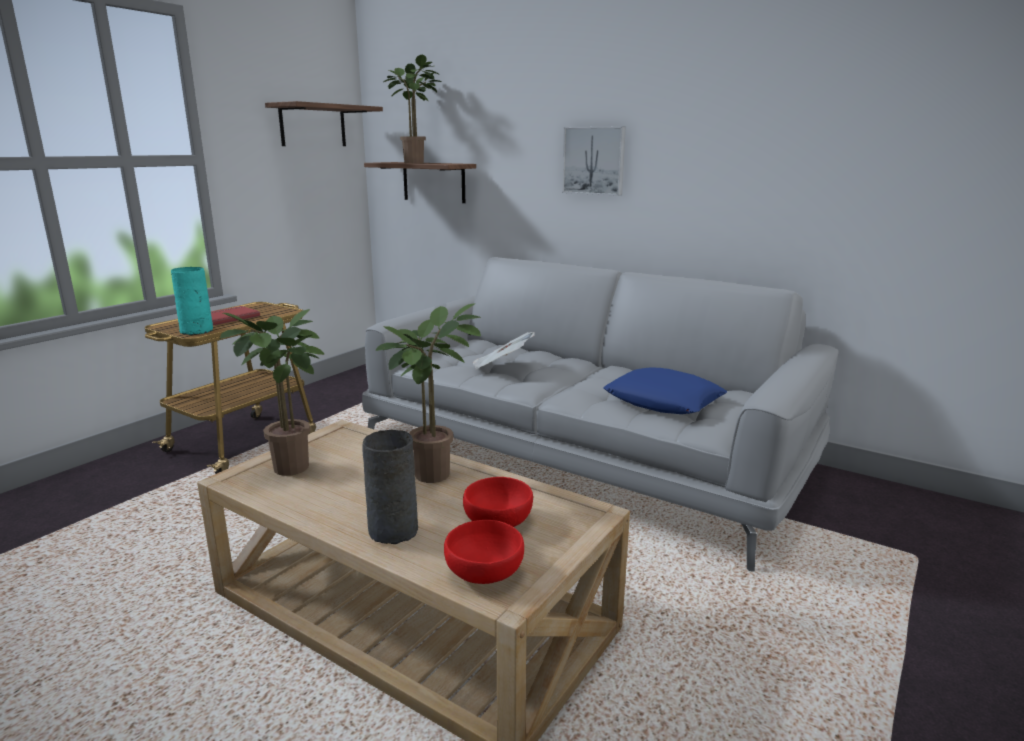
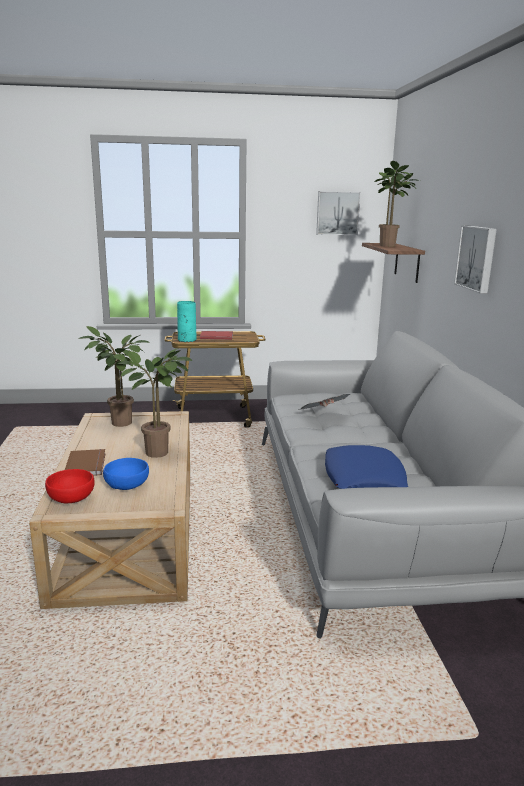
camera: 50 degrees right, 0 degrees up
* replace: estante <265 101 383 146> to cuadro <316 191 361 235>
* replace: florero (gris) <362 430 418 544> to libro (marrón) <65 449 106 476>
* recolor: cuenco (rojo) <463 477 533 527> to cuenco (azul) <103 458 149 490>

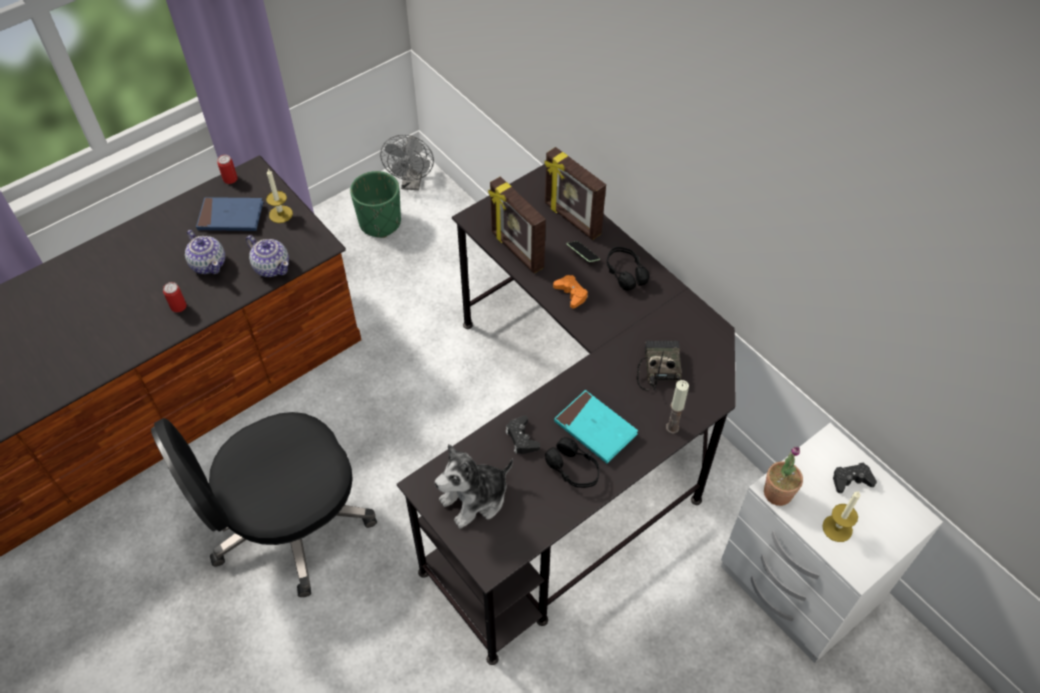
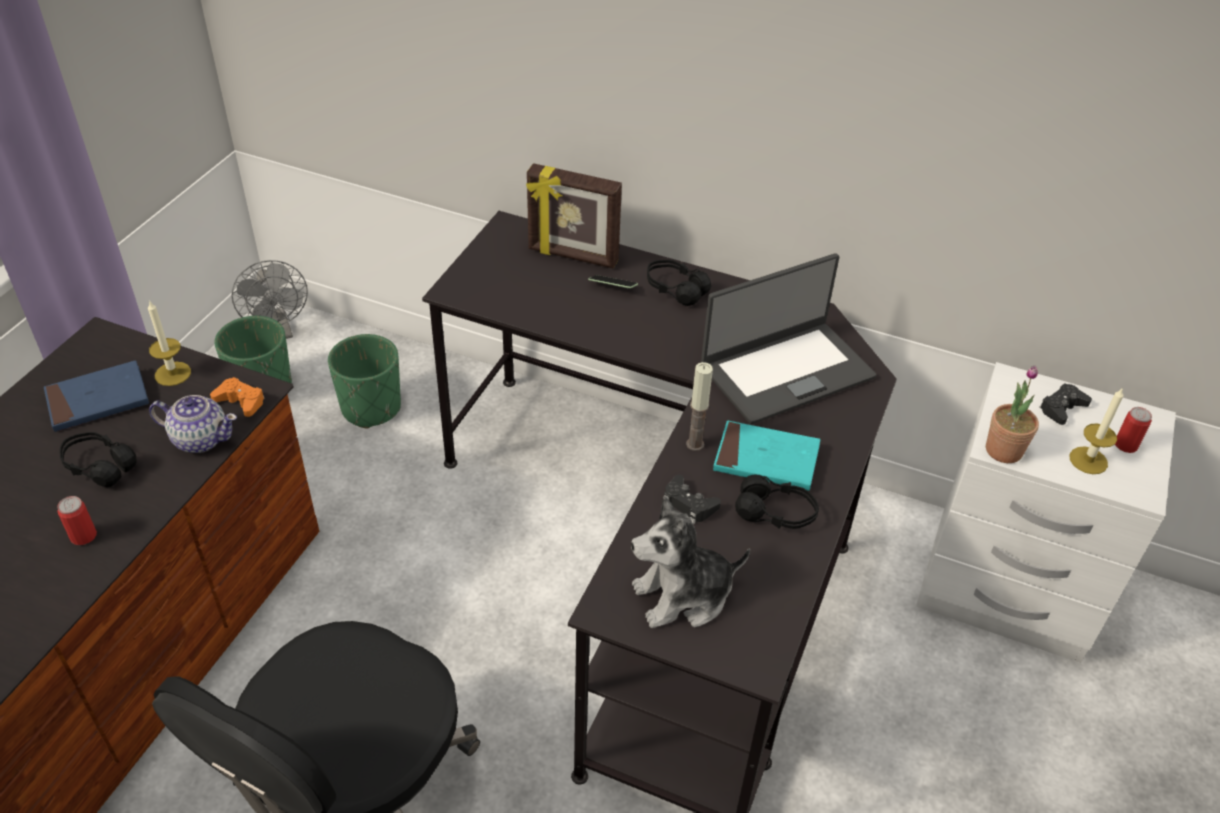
camera: 30 degrees left, 10 degrees down
* move: lata <217 155 238 184> to <1115 407 1152 453>
* delete: portarretratos <488 176 546 273>
* replace: tetera <185 230 225 274> to auriculares (negro) <59 432 137 487>
* move: mando de consola (naranja) <553 275 588 309> to <210 377 265 417>
* replace: radio <637 341 682 391> to portátil <701 254 876 424>
* move: vela <666 380 689 434> to <686 362 713 451>
* rotate: peluche <435 444 513 529> = <631 496 751 628> 45 degrees clockwise
* insert: maceta (verde) <328 334 401 429>

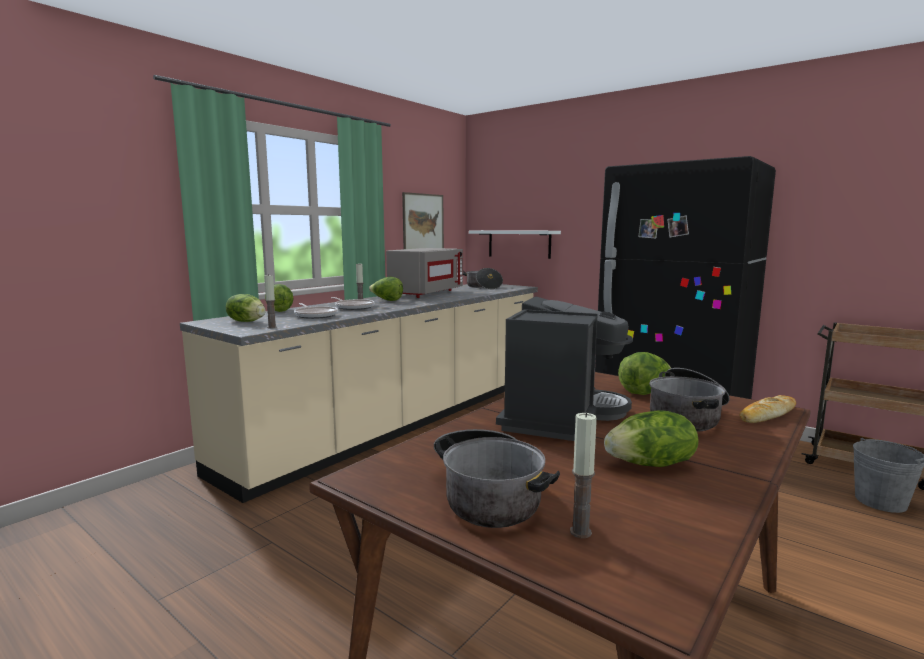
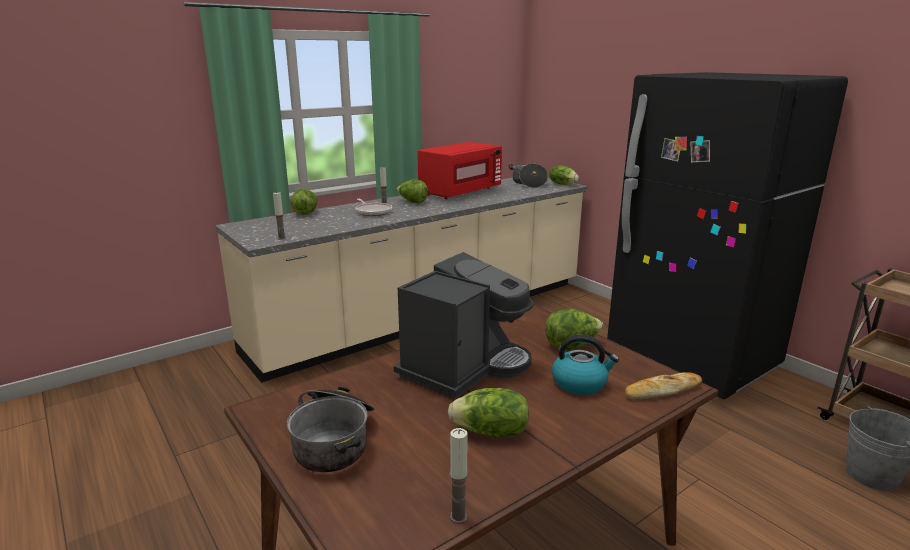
camera: 15 degrees right, 10 degrees up
* delete: cuadro <402 192 444 249>
* delete: estante (blanco) <469 230 561 259>
* recolor: microondas (gris) <386 248 463 298> to microondas (rojo) <417 142 502 199>
* move: lechuga <226 294 265 322> to <549 165 579 185>
* delete: sartén <294 303 338 319>
* replace: olla <649 368 730 432> to hervidor <552 335 619 395>
* move: vela <570 412 597 538> to <450 428 468 524>

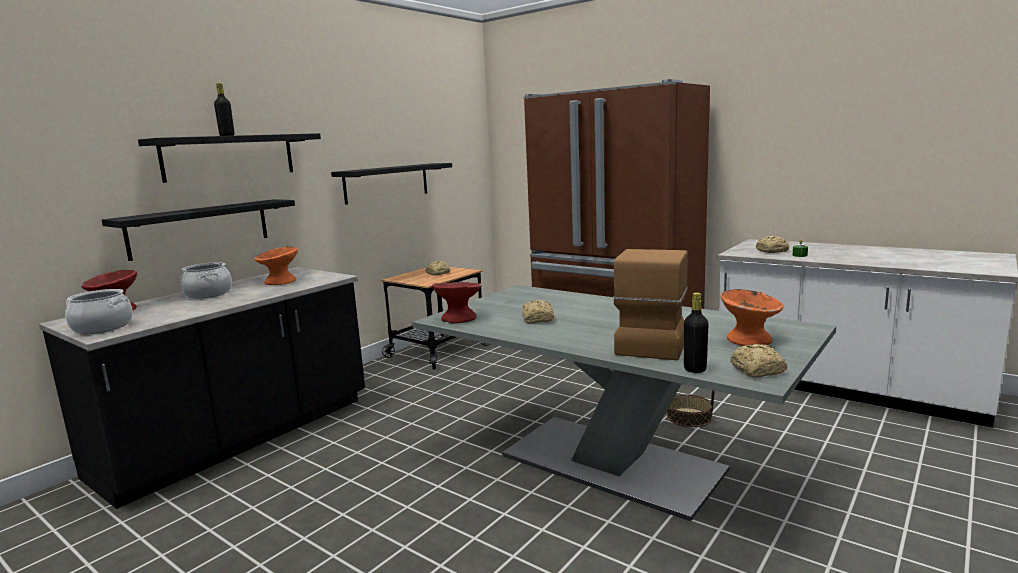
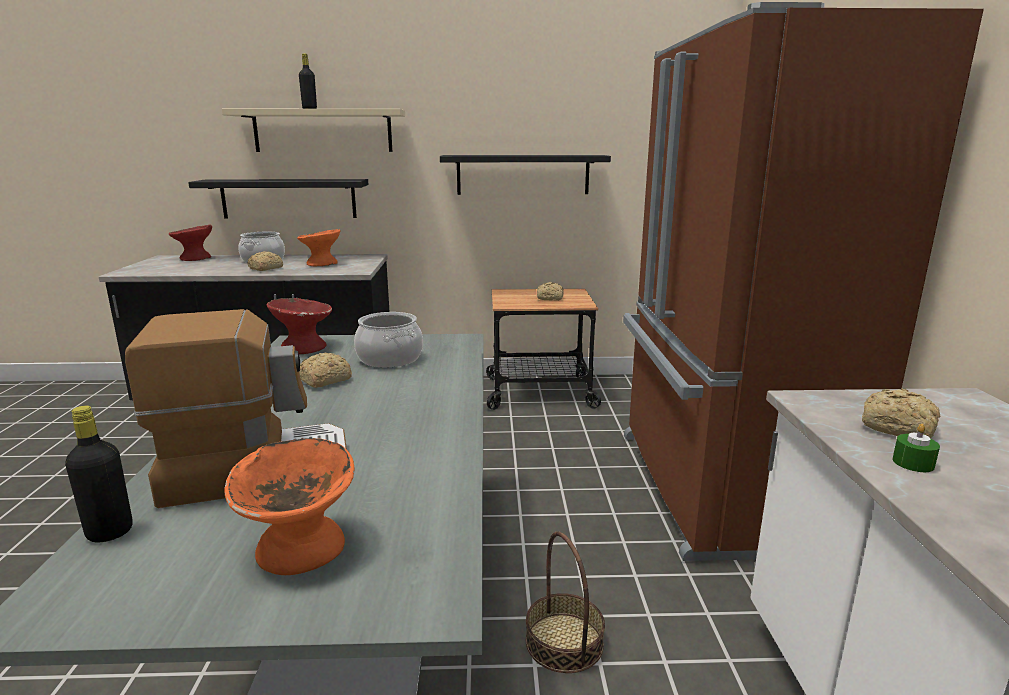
camera: 50 degrees right, 5 degrees up
* recolor: estante (negro) <138 133 321 183> to estante (beis) <222 109 405 152>
* move: olla <65 289 133 334> to <354 312 423 368>
* move: pan <730 344 787 377> to <247 251 283 271>

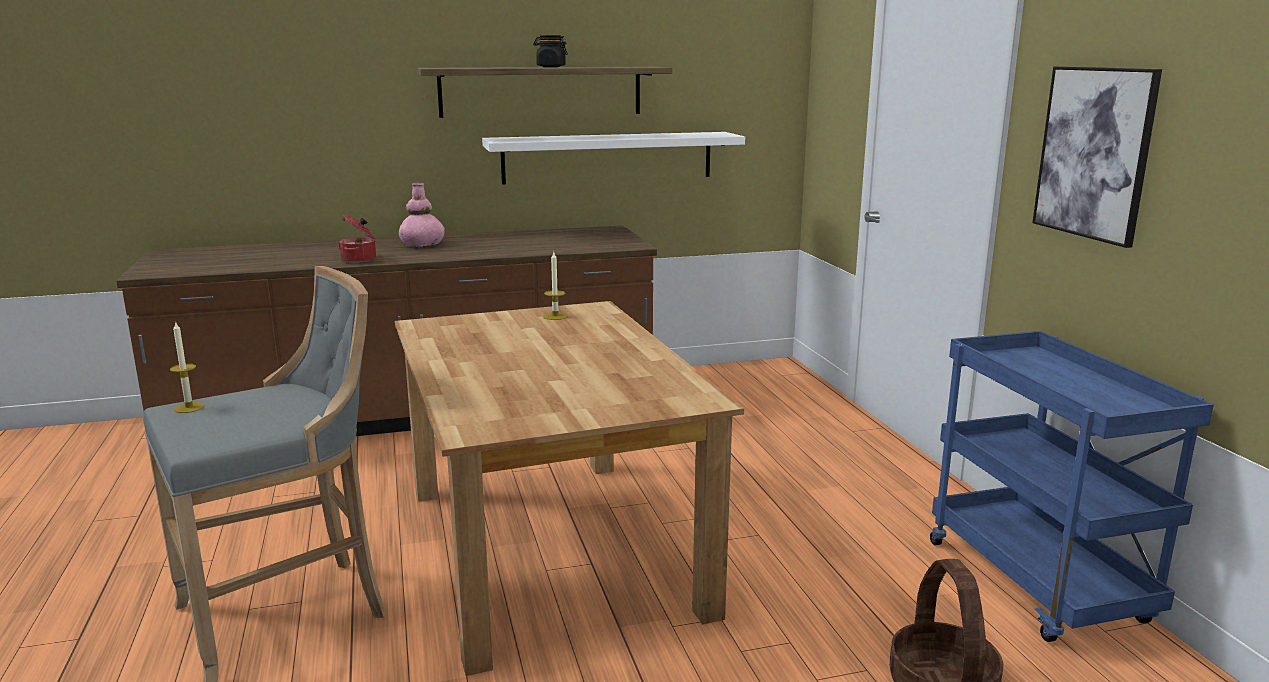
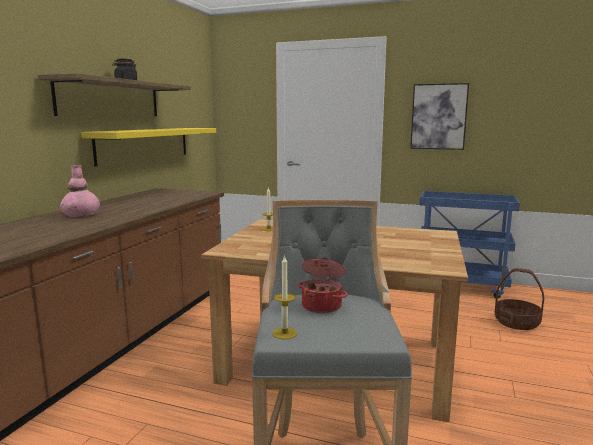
camera: 55 degrees left, 5 degrees down
* recolor: estante (blanco) <482 132 745 184> to estante (amarillo) <81 128 216 167>
* move: olla <338 215 376 263> to <298 258 348 313>

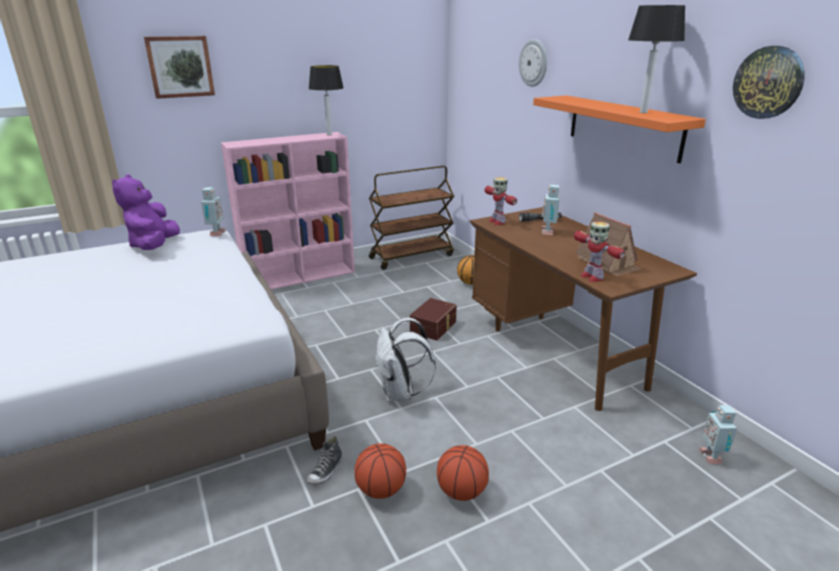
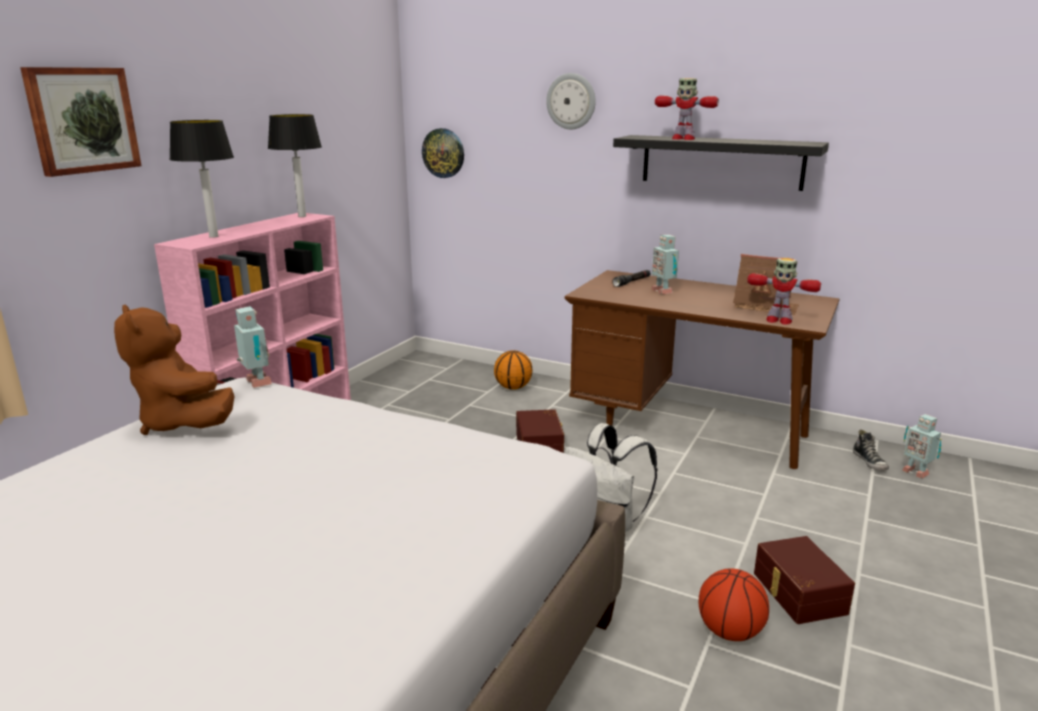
camera: 35 degrees left, 5 degrees down
* move: lámpara de mesa <628 5 686 113> to <169 120 234 238>
* move: reloj de pared <733 46 805 119> to <422 128 464 178>
* recolor: estante (naranja) <533 95 706 163> to estante (negro) <613 135 829 191>
* delete: carrito (marrón) <369 166 454 270>
* recolor: peluche (morado) <112 175 180 250> to peluche (marrón) <114 304 235 435>
* move: robot de juguete <485 177 517 225> to <655 78 719 140>
* move: zapato <307 436 343 486> to <853 430 889 471>
* replace: balón de baloncesto <437 445 489 501> to caja de almacenaje (marrón) <754 536 855 624>

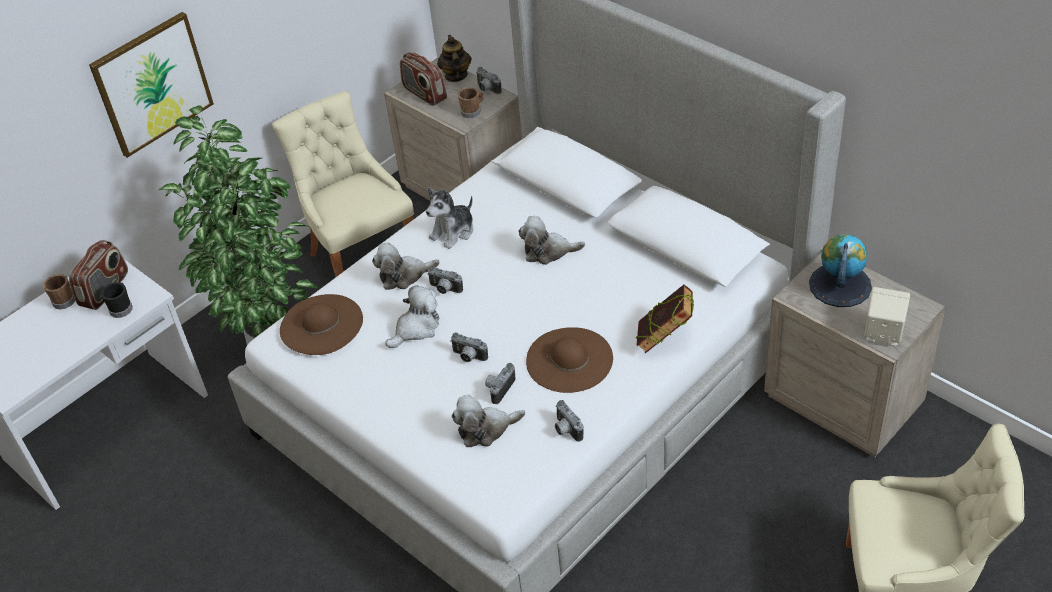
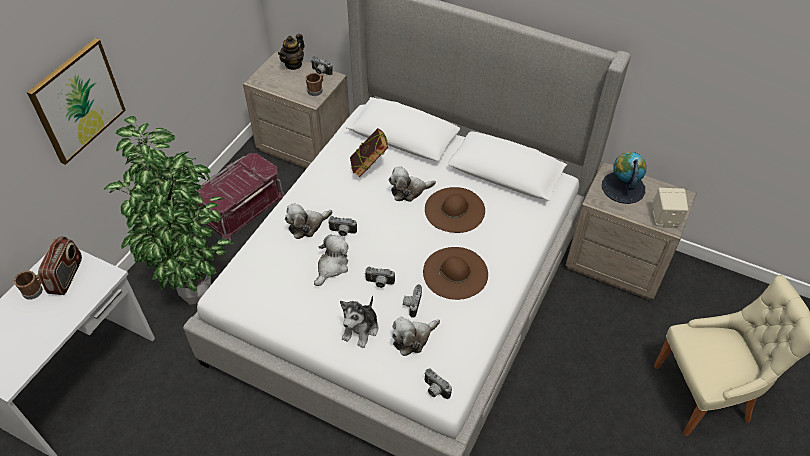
camera: 20 degrees left, 5 degrees up
* rotate: tetera <437 35 471 82> = <278 34 305 70> 120 degrees counterclockwise
* delete: radio <400 52 447 106>
* replace: silla (beis) <272 91 414 277> to caja de almacenaje (rojo) <196 153 285 241>
* move: peluche <426 187 473 249> to <340 296 379 348>
* delete: taza grande (negro) <101 282 133 318>
* move: libro <636 284 694 353> to <350 128 388 178>
* move: sombrero (marrón) <280 294 363 355> to <425 187 485 233>
* move: cámara <555 400 583 442> to <424 368 452 399>

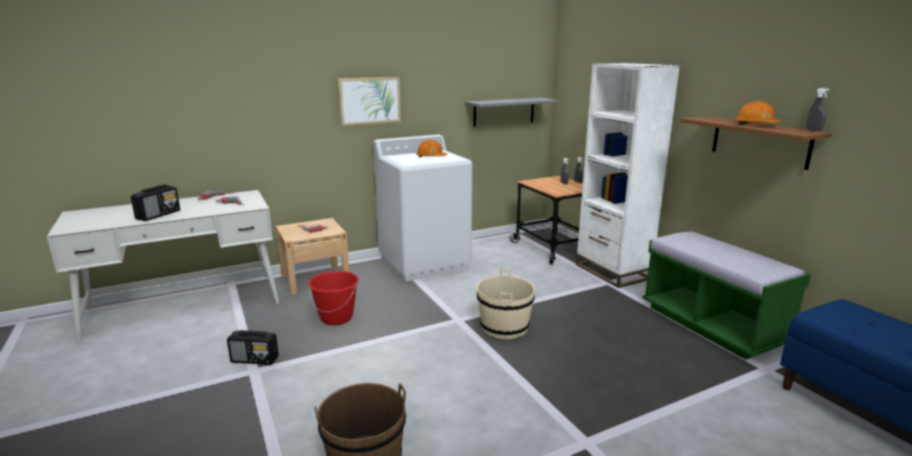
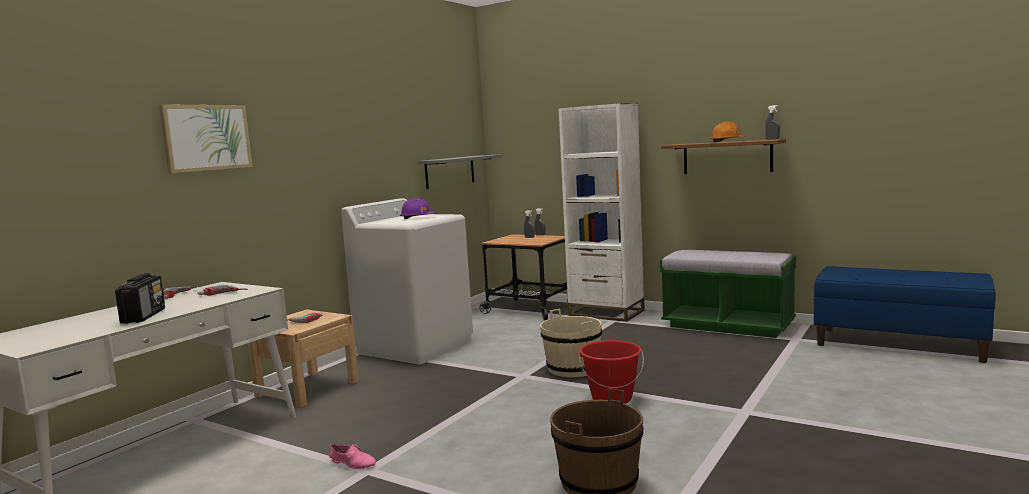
camera: 30 degrees left, 10 degrees down
* move: cuadro <337 77 401 126> to <159 104 253 173>
* recolor: casco (naranja) <416 140 447 157> to casco (morado) <400 198 436 219>
* move: cubo (rojo) <308 271 359 325> to <579 340 644 404>
* replace: radio <227 330 279 365> to zapato (rosa) <329 444 376 469>

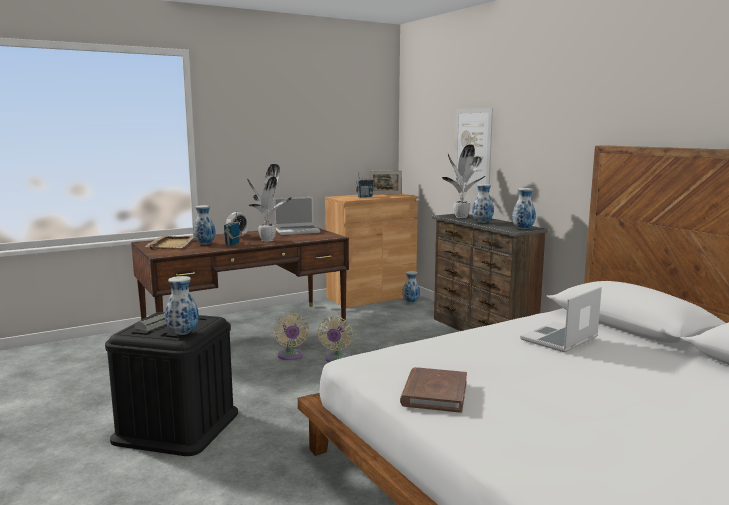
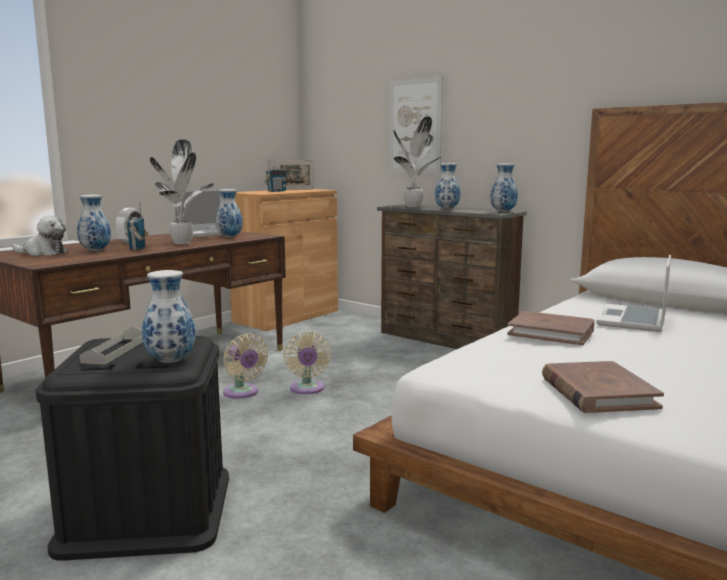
camera: 20 degrees left, 0 degrees up
* replace: bandeja (beis) <145 236 194 249> to peluche <12 215 68 256>
* move: florero <402 271 420 303> to <215 189 243 237>
* insert: libro (marrón) <507 311 594 345>

